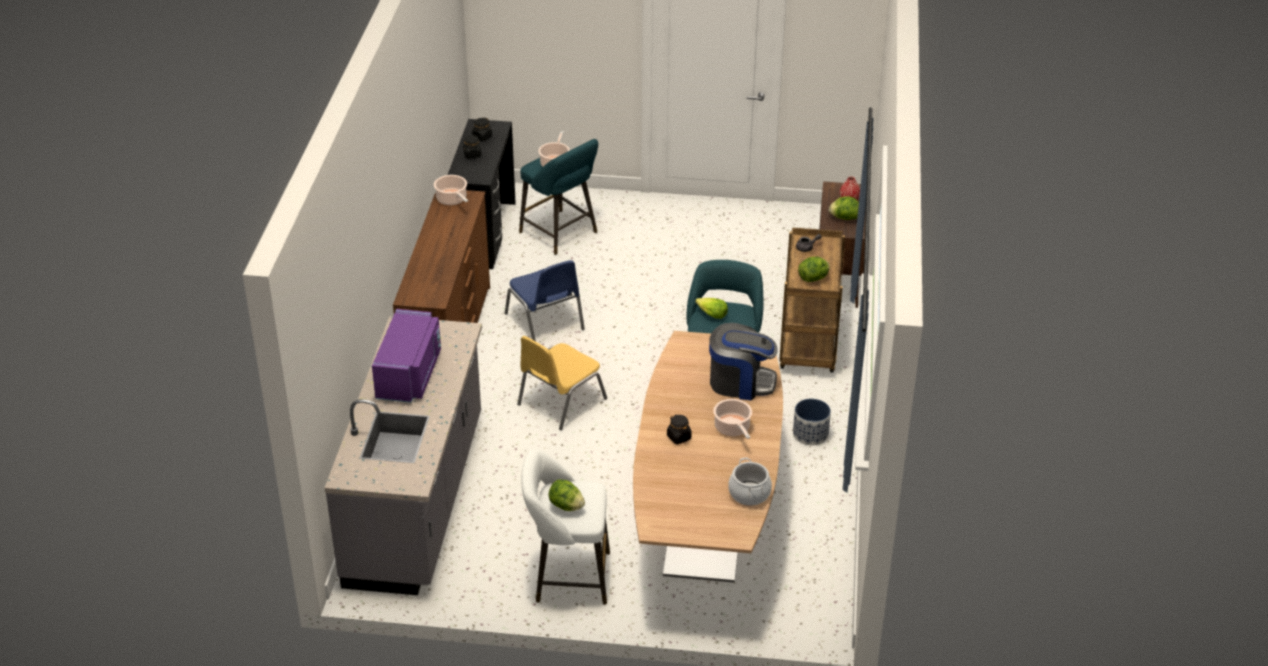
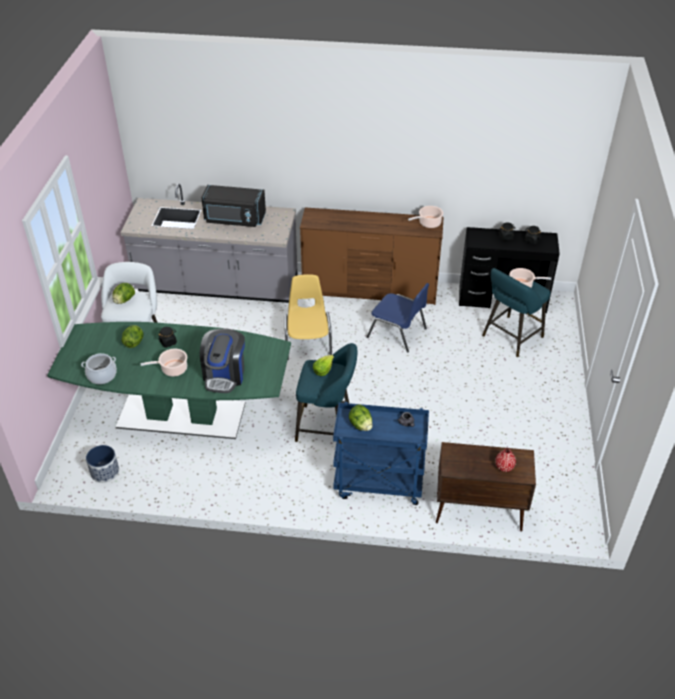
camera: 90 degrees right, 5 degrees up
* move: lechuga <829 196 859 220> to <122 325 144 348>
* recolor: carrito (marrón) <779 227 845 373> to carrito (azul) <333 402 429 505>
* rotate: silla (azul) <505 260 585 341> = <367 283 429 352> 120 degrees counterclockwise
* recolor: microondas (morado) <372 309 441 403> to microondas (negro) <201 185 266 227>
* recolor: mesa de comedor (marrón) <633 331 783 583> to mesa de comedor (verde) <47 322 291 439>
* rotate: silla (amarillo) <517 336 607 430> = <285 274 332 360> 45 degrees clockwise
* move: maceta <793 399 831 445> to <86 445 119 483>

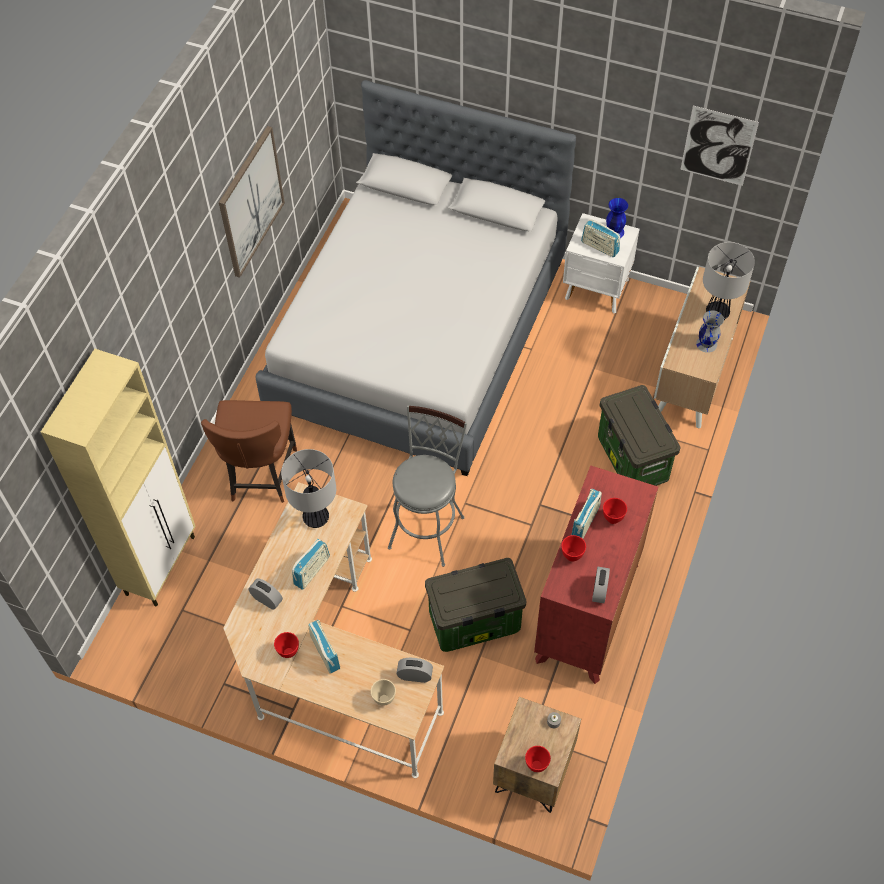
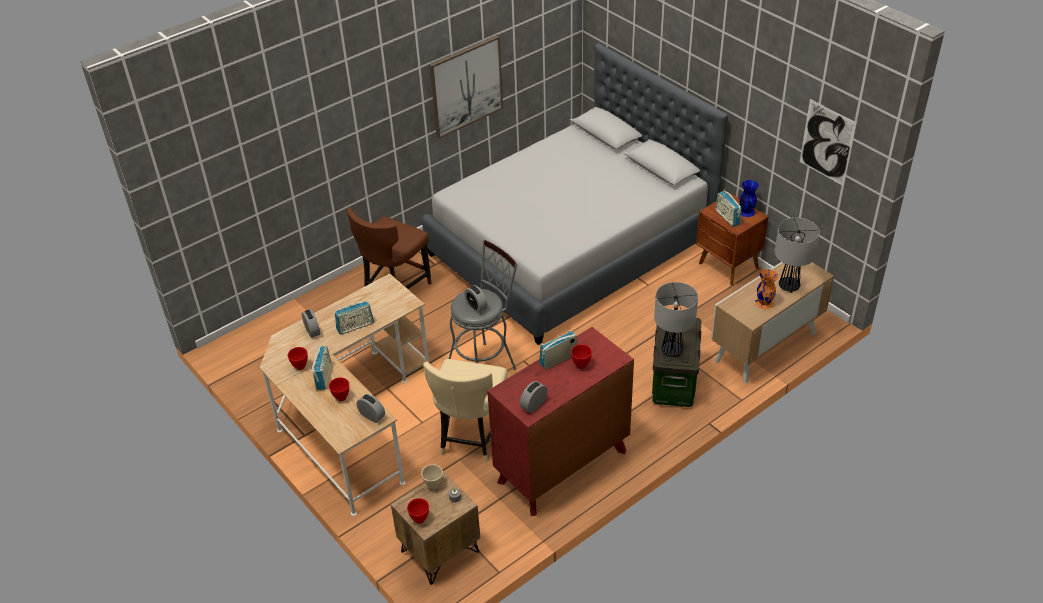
camera: 30 degrees right, 15 degrees down
* recolor: mesita de noche (blanco) <563 213 640 314> to mesita de noche (marrón) <696 193 769 285>
* recolor: florero (gris) <696 310 724 353> to florero (naranja) <755 269 778 309>
* delete: armario (beis) <41 349 196 607>
* move: lámpara de mesa <281 449 336 528> to <654 282 698 357>
* move: cuenco (rojo) <561 535 586 562> to <329 378 349 401>
* replace: caja de almacenaje <425 558 526 652> to silla (beis) <423 359 508 463>
* move: cuenco (beis) <371 679 396 706> to <421 464 443 489>
* insert: despertador <465 285 487 313>

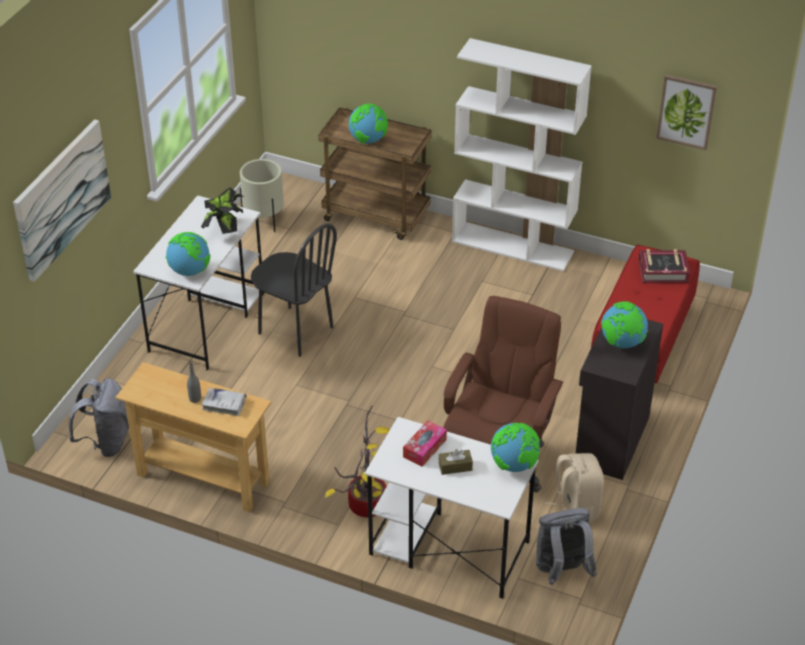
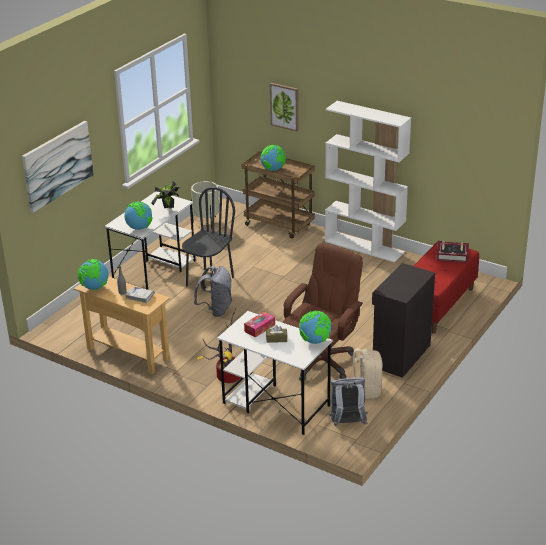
camera: 10 degrees right, 10 degrees down
* move: cuadro <656 75 717 150> to <270 83 299 132>
* rotate: silla (negro) <251 224 337 357> = <182 187 235 286> 105 degrees counterclockwise
* move: globo terráqueo <601 301 648 348> to <78 259 108 290>
* move: mochila (gris) <69 378 129 457> to <194 266 232 317>

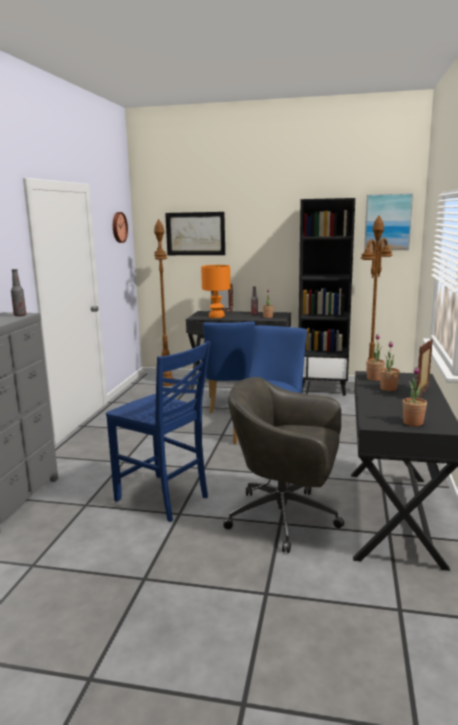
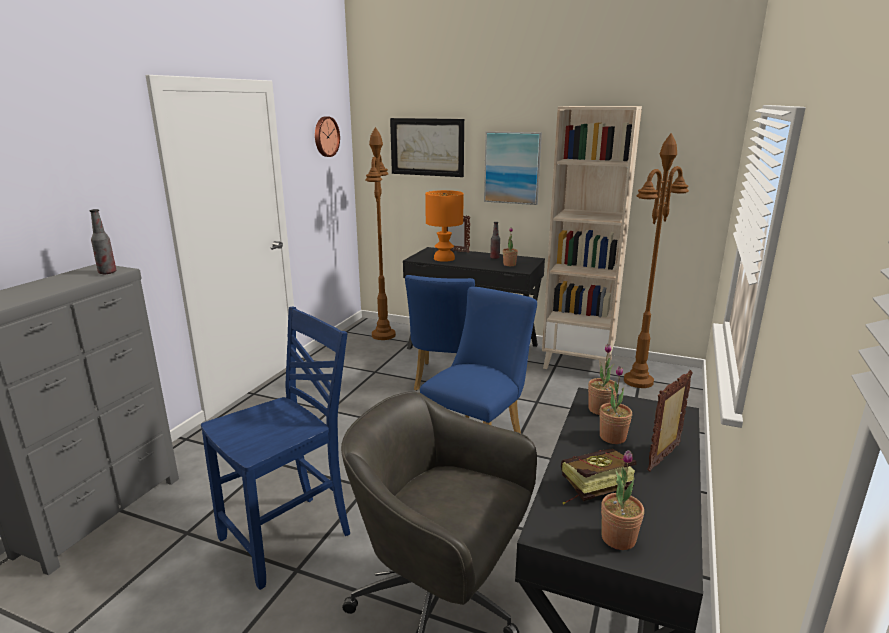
camera: 10 degrees right, 5 degrees up
* move: cuadro <364 193 413 250> to <484 131 542 205>
* recolor: estantería (negro) <299 198 355 396> to estantería (beis) <542 106 642 378>
* rotate: silla (azul) <106 341 211 522> = <201 307 350 590> 90 degrees counterclockwise
* insert: libro <561 449 636 504>

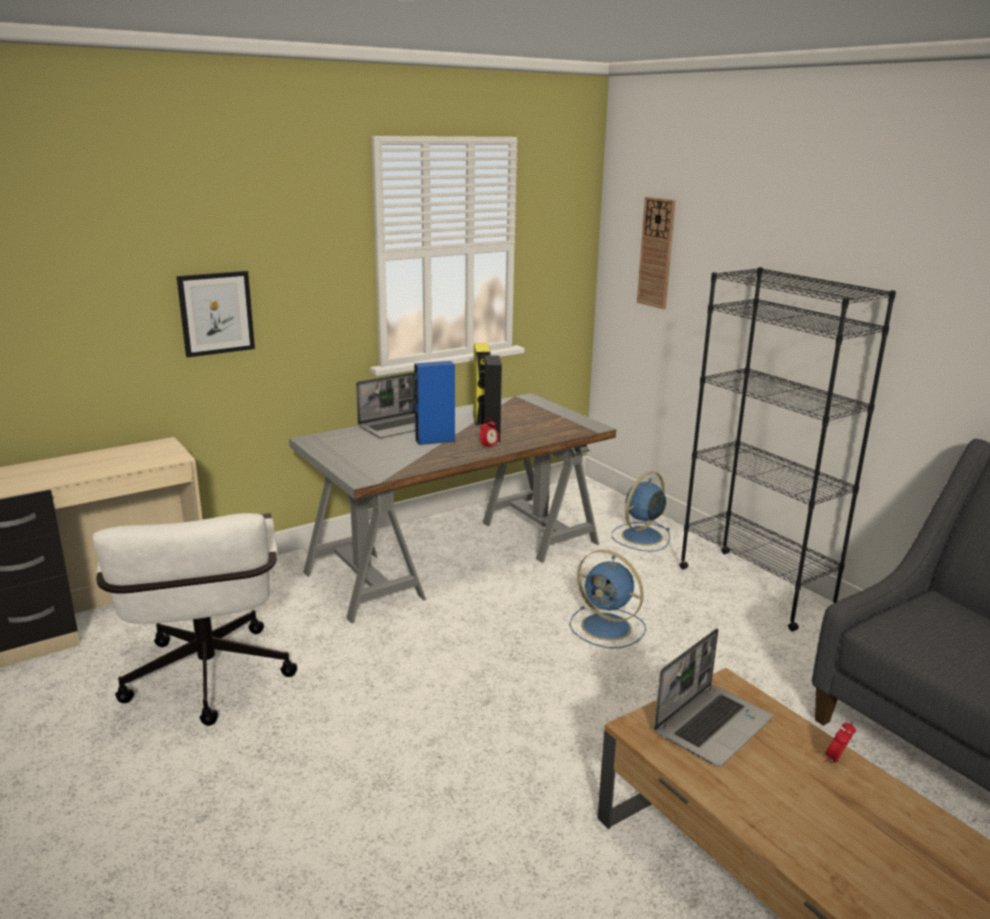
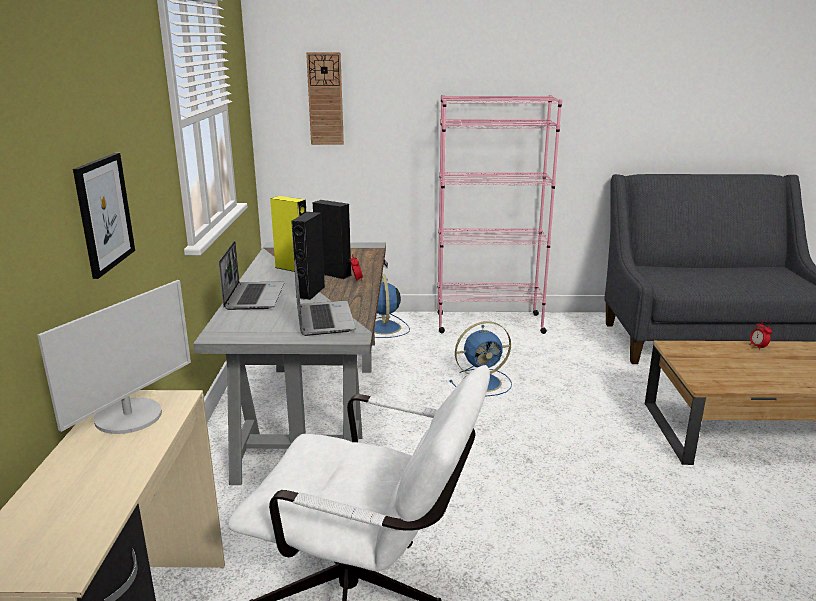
camera: 55 degrees left, 0 degrees up
* recolor: estantería (negro) <679 267 896 632> to estantería (rosa) <437 95 562 334>
* recolor: altavoz (azul) <414 361 455 445> to altavoz (negro) <291 212 325 300>
* move: portátil <654 628 773 767> to <294 260 356 336>
* insert: monitor <37 280 191 434>

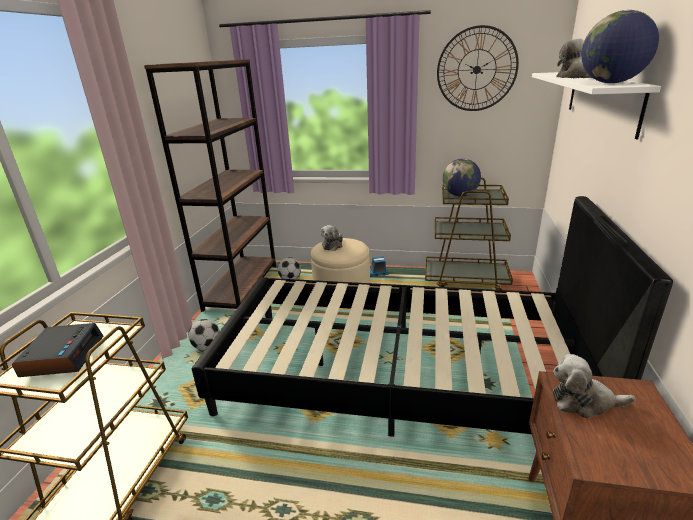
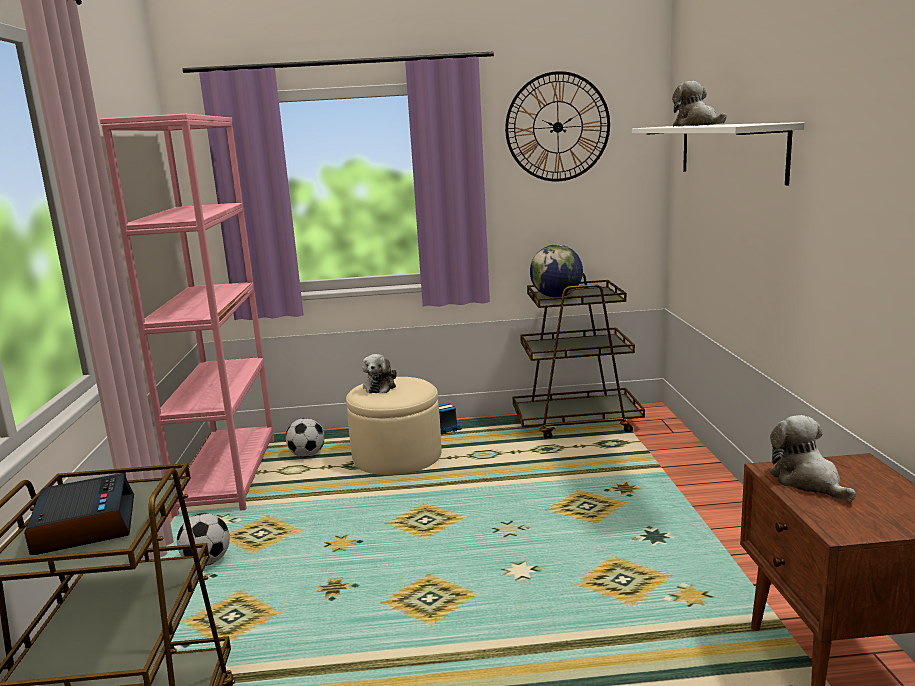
camera: 15 degrees left, 10 degrees down
* delete: globo terráqueo <581 10 659 83>
* recolor: estantería (marrón) <144 59 276 312> to estantería (rosa) <99 114 274 518>
* delete: cama (negro) <192 196 673 437>
* rotate: peluche <552 354 636 419> = <770 415 856 502> 75 degrees clockwise

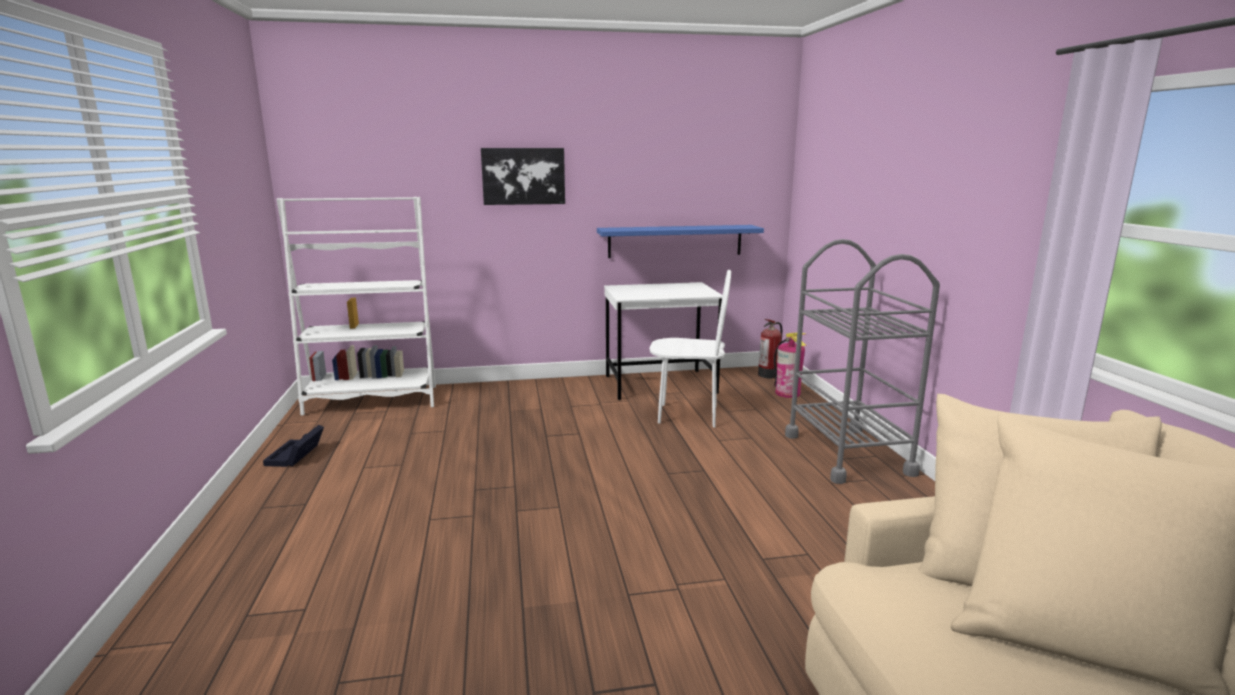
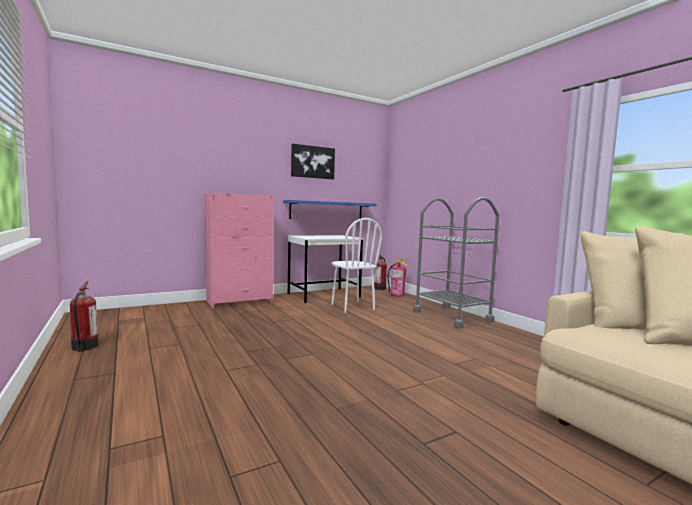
camera: 20 degrees left, 10 degrees down
* move: cuadro <481 148 565 205> to <291 144 335 179>
* delete: estantería (blanco) <276 197 436 416>
* rotate: silla (blanco) <650 270 731 428> = <331 218 382 313> 75 degrees clockwise
* replace: caja de almacenaje (negro) <263 425 324 467> to extintor <70 281 99 352>
* insert: cómoda (rosa) <205 193 275 308>

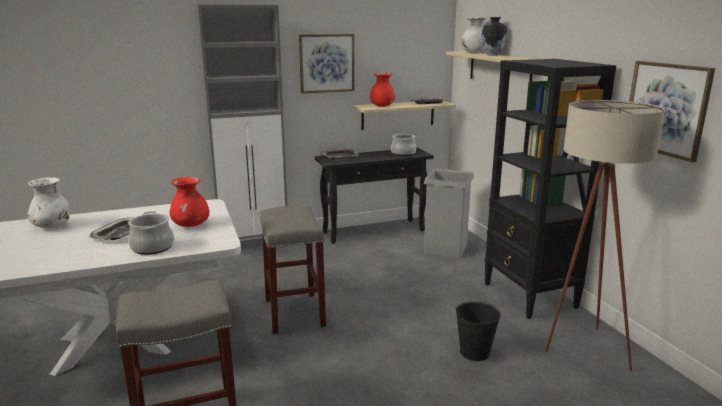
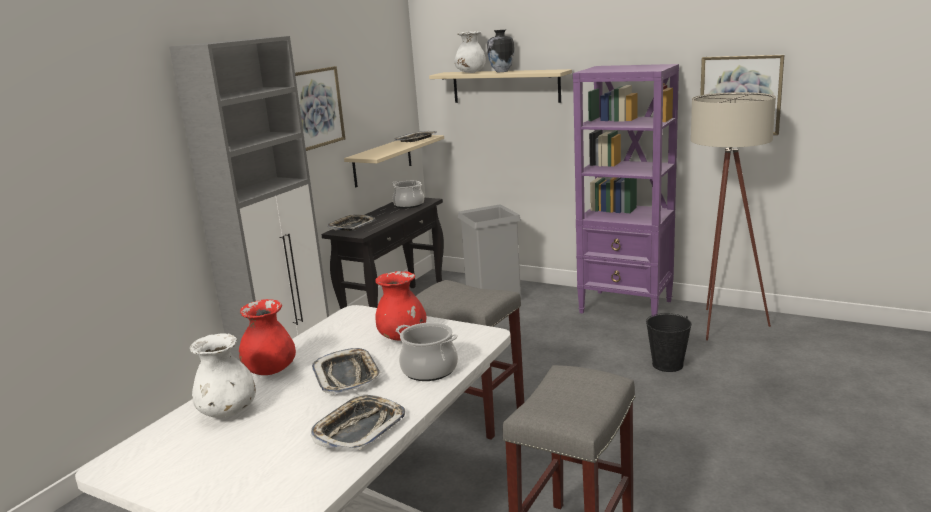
camera: 40 degrees left, 0 degrees up
* recolor: estantería (negro) <484 59 616 319> to estantería (morado) <573 64 679 316>
* move: florero (rojo) <370 73 395 107> to <239 299 296 375>
* insert: bandeja <311 395 405 450>

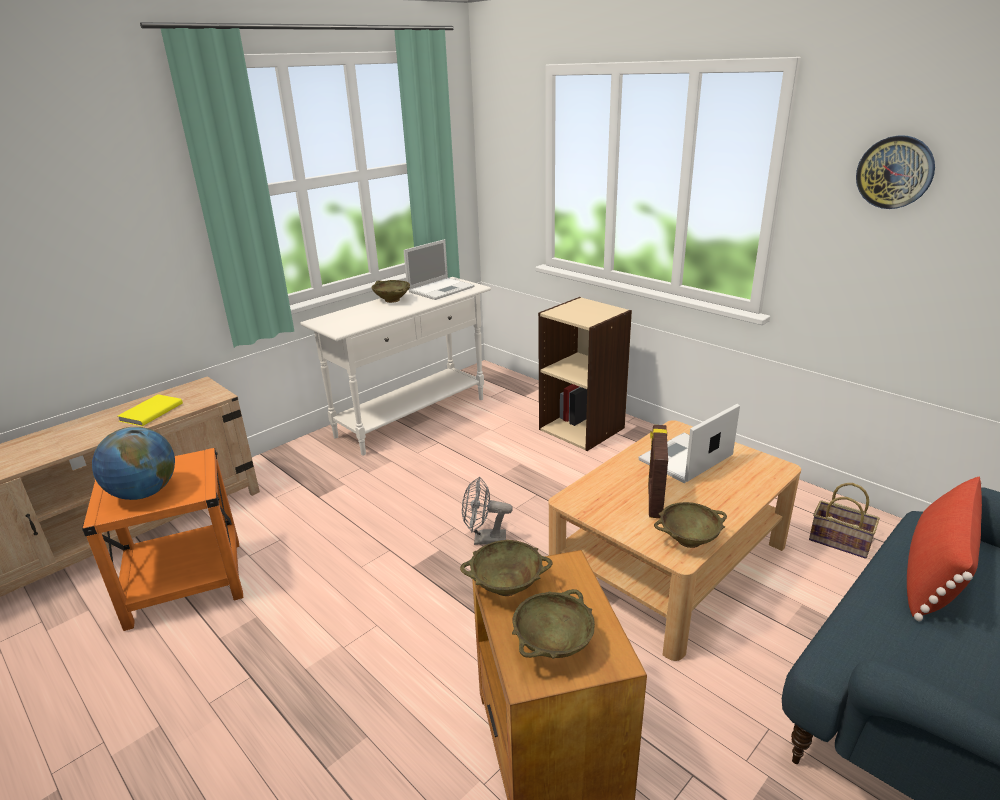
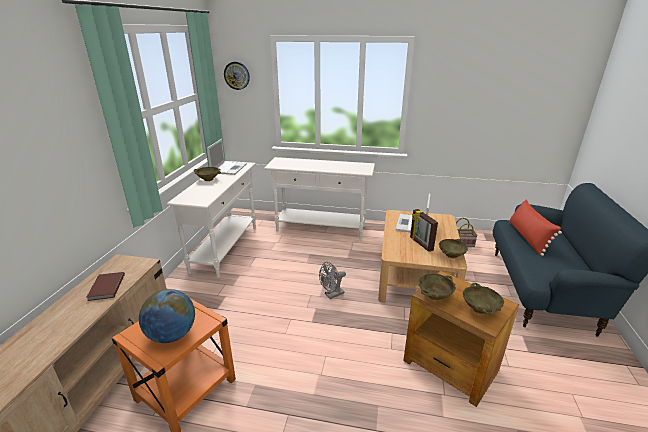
camera: 35 degrees left, 0 degrees up
* move: reloj de pared <856 135 935 209> to <224 62 250 90>
* replace: estantería (beis) <538 297 632 451> to mesa consola (blanco) <264 157 375 240>
* recolor: libro (amarillo) <118 394 183 426> to libro (marrón) <86 272 125 301>

